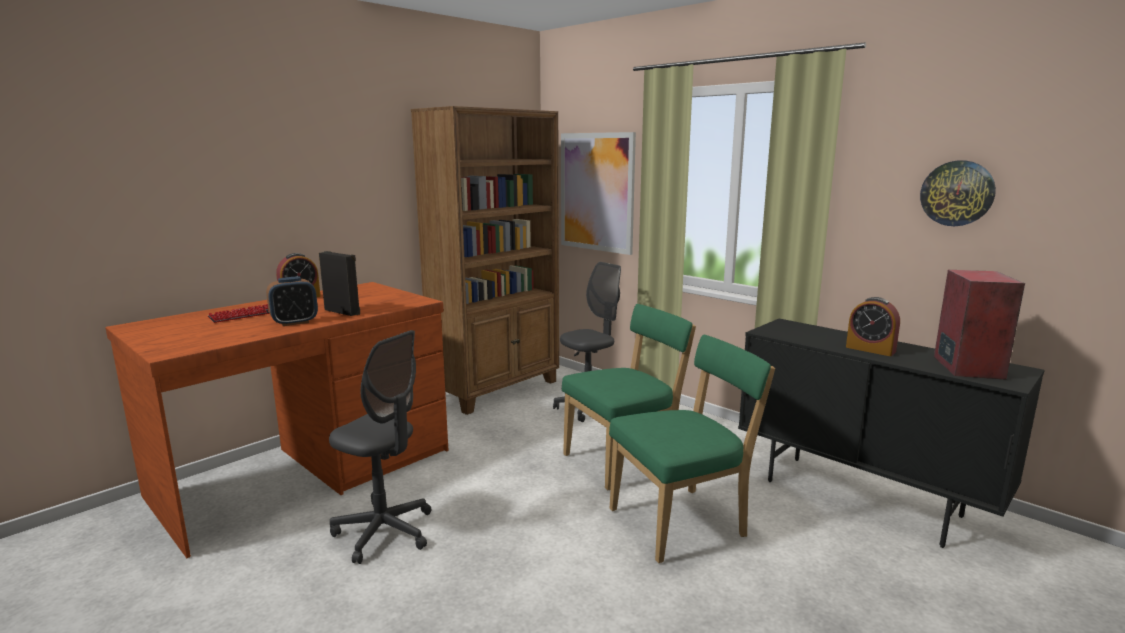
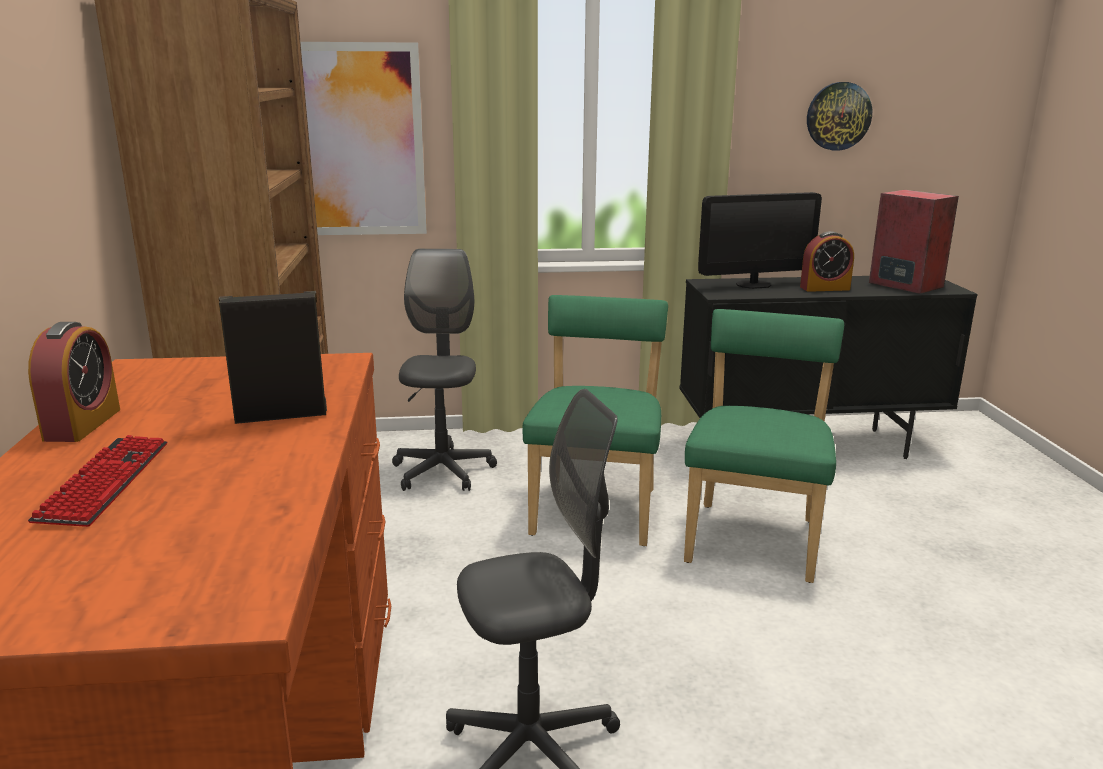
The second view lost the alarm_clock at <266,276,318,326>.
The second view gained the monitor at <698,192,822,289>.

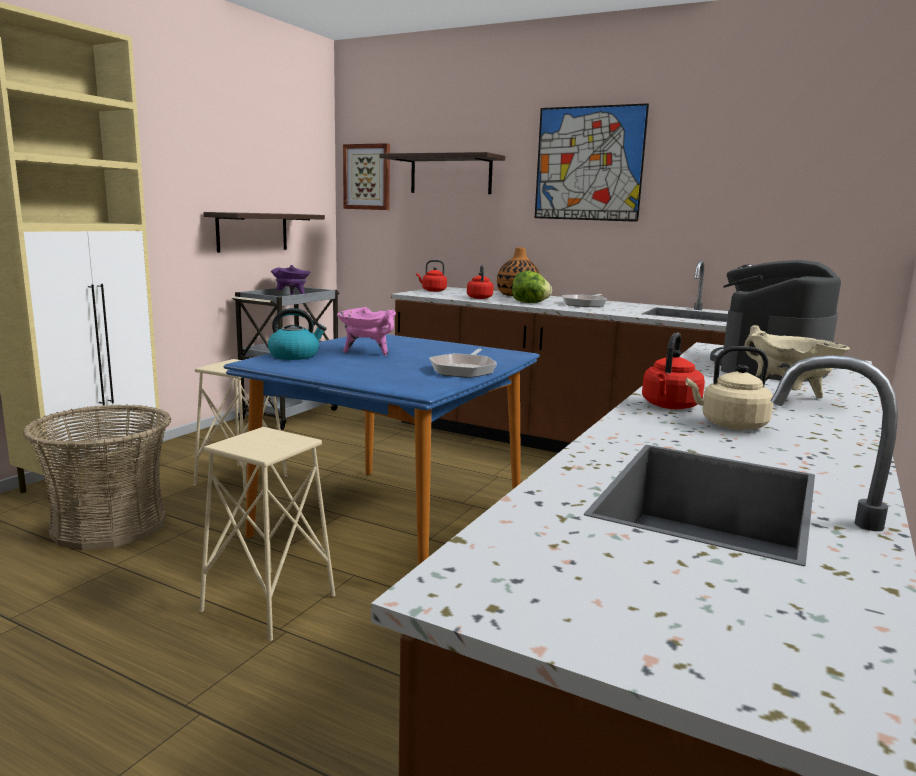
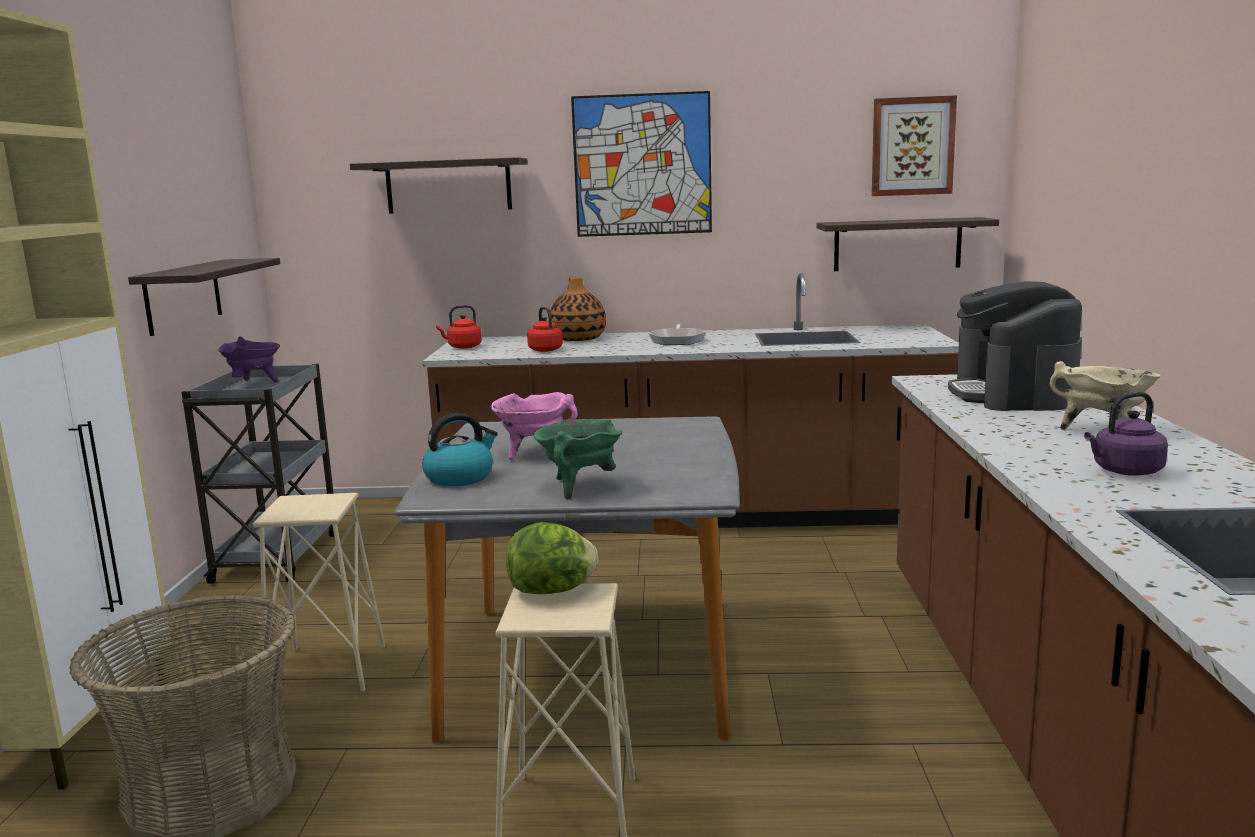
The second view lost the frying_pan at <429,348,497,378>.
The second view lost the red_kettle at <642,332,705,409>.
The second view gained the green_cooking_pot at <534,419,622,500>.
The second view gained the shelf at <816,217,999,271>.
The picture ended up elsewhere, having gone from <343,143,390,210> to <872,95,957,196>.
The lettuce ended up elsewhere, having gone from <512,271,552,303> to <506,522,598,595>.
What was the blue_dining_table at <223,334,540,565> turned into the grey_dining_table at <394,416,740,743>.
What was the beige_kettle at <686,346,773,430> turned into the purple_kettle at <1084,392,1168,476>.

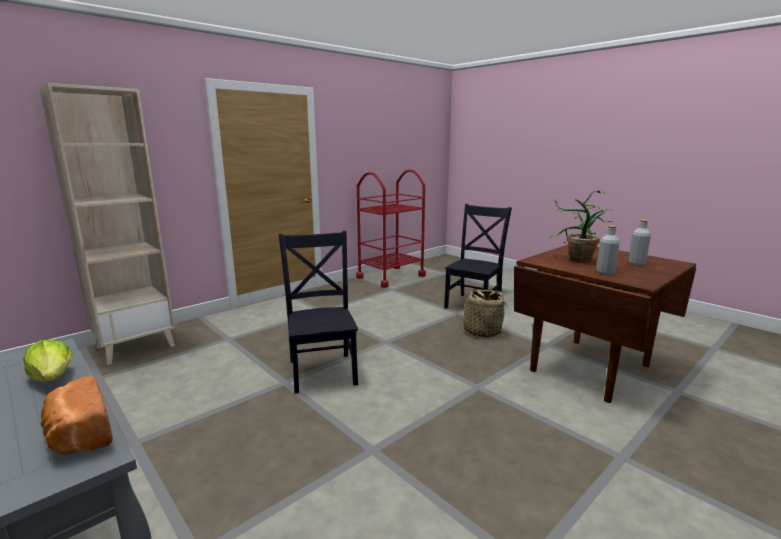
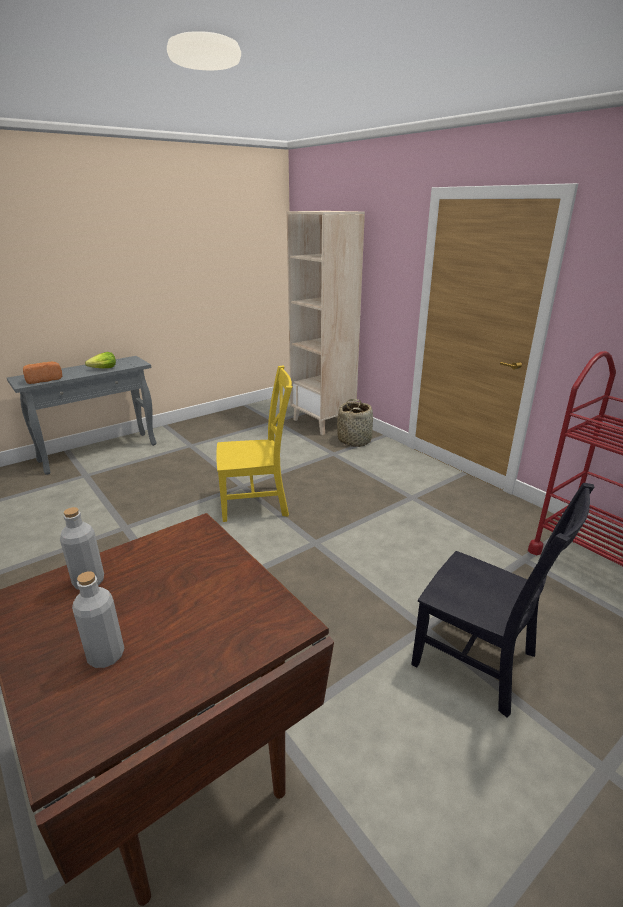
The second view lost the potted_plant at <549,191,613,263>.
The basket ended up elsewhere, having gone from <456,289,507,337> to <337,399,373,447>.
What was the black_chair at <279,231,358,394> turned into the yellow_chair at <216,366,293,522>.

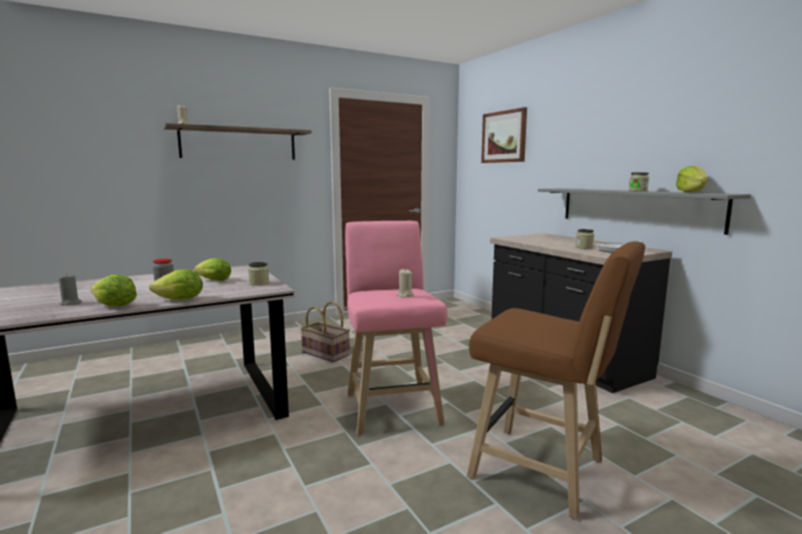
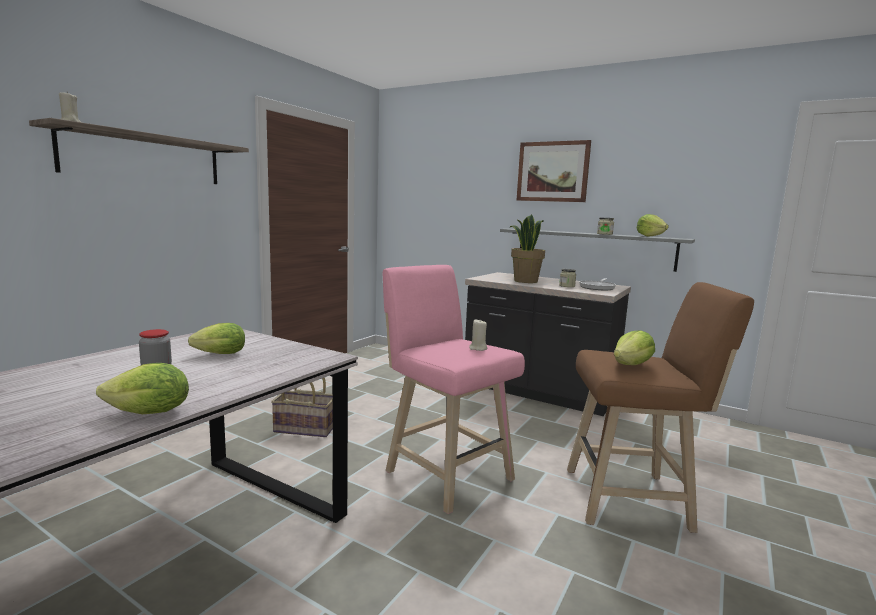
The second view lost the grey_candle at <59,275,81,306>.
The second view lost the jar at <248,262,269,286>.
The second view gained the potted_plant at <509,214,545,283>.
The lettuce ended up elsewhere, having gone from <149,269,203,300> to <614,330,655,365>.
The picture ended up elsewhere, having gone from <481,107,527,163> to <517,140,591,202>.

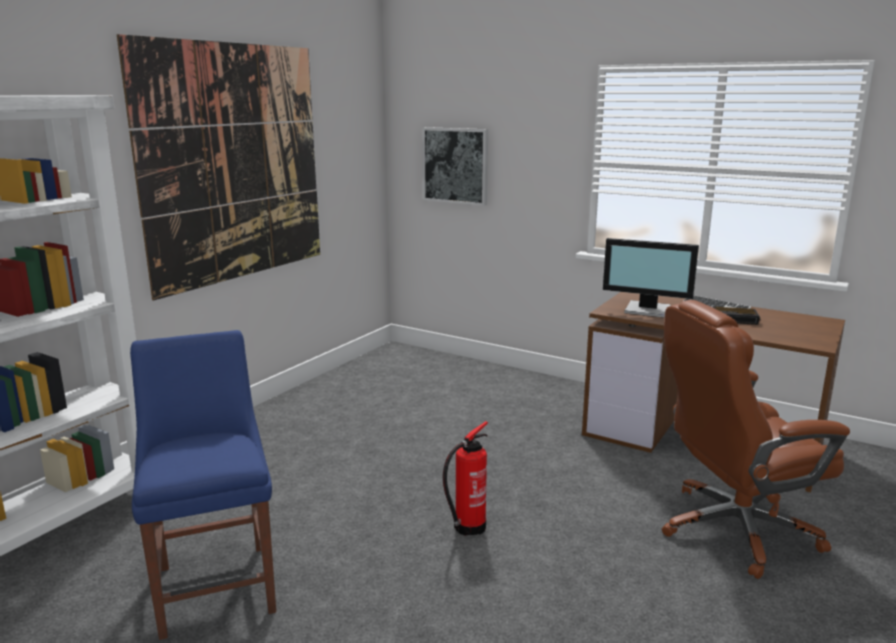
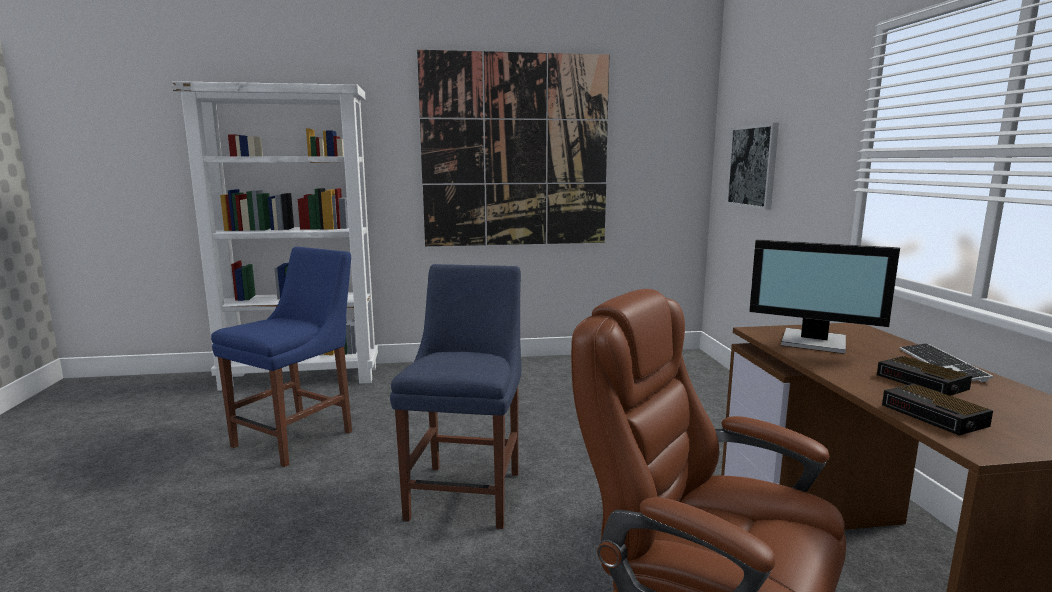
The second view gained the alarm_clock at <882,384,993,435>.
Where the fire_extinguisher stood at <443,421,488,536>, the blue_chair came to stand at <390,264,521,529>.
The monitor at <603,238,699,318> ended up facing another way, 45 degrees counterclockwise from before.

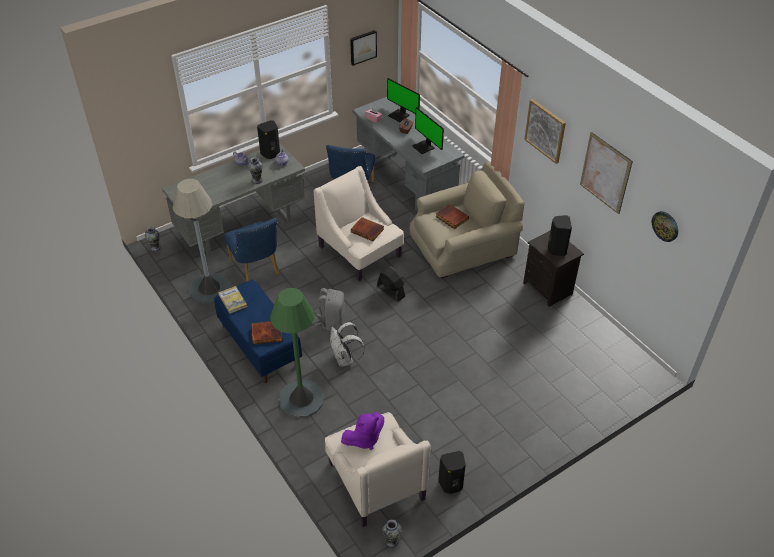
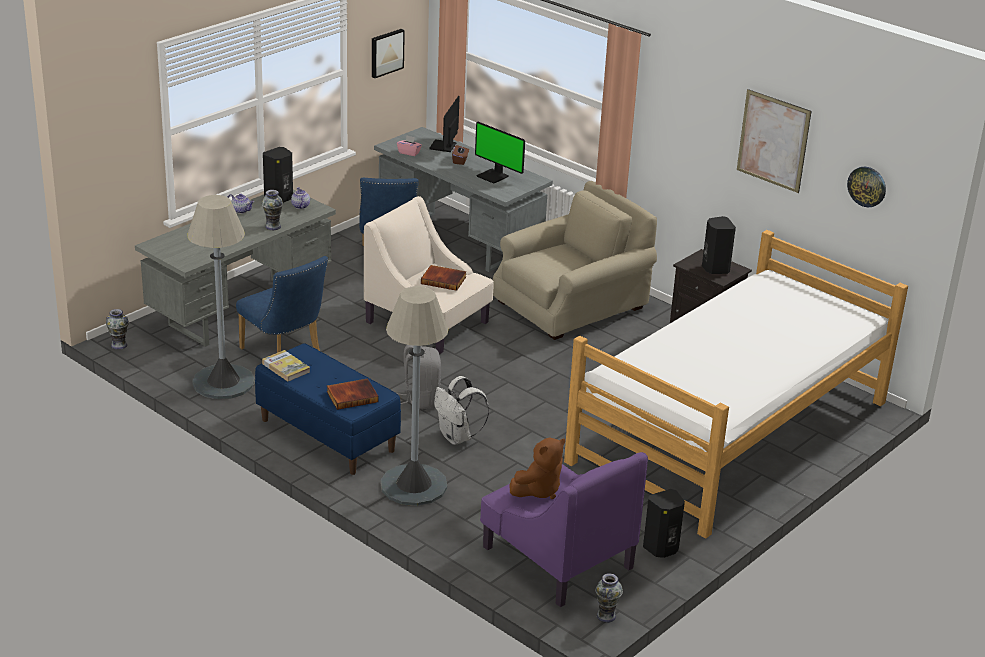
The second view lost the black_fan at <377,266,405,302>.
The second view lost the book at <436,204,469,229>.
The second view lost the picture at <524,99,566,164>.
The second view gained the bed at <564,230,908,538>.
What was the green_floor_lamp at <270,288,324,418> turned into the grey_floor_lamp at <381,286,448,506>.
What was the beige_armchair at <325,412,431,527> turned into the purple_armchair at <480,452,648,607>.
What was the purple_plush_toy at <341,412,384,450> turned into the brown_plush_toy at <510,438,565,499>.
The monitor at <387,78,420,122> ended up facing another way, 75 degrees clockwise from before.

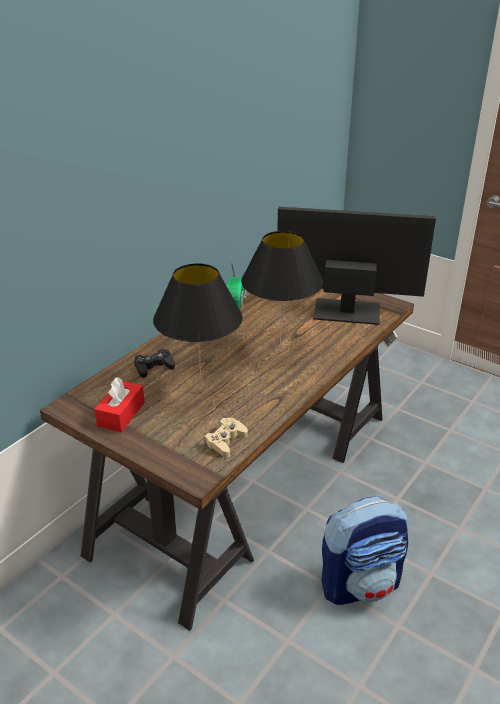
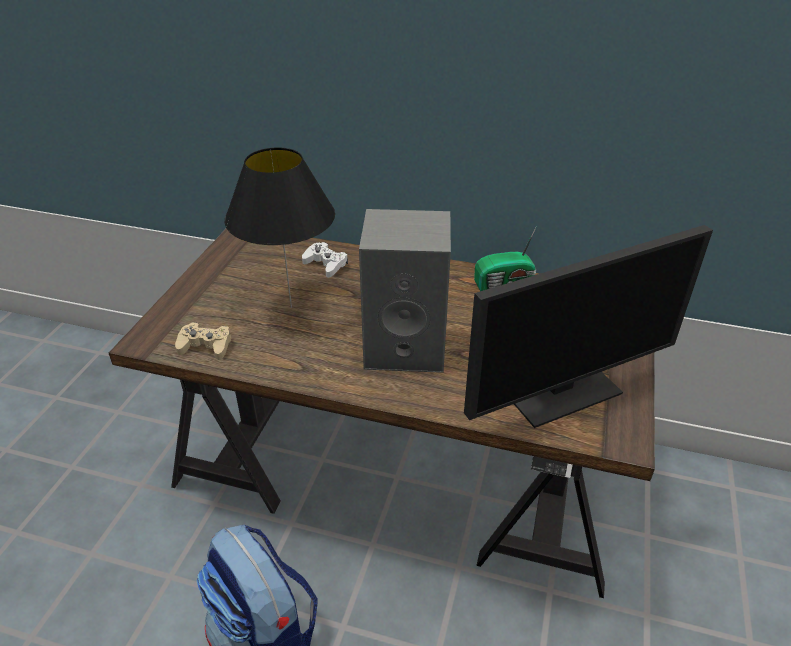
The second view lost the red_tissue_box at <94,377,145,432>.
Where the black_table_lamp stood at <241,231,323,352>, the grey_speaker came to stand at <359,209,451,373>.
What was the black_game_controller at <134,348,175,378> turned into the white_game_controller at <302,242,348,278>.
The monitor at <277,207,436,325> ended up facing another way, 75 degrees clockwise from before.

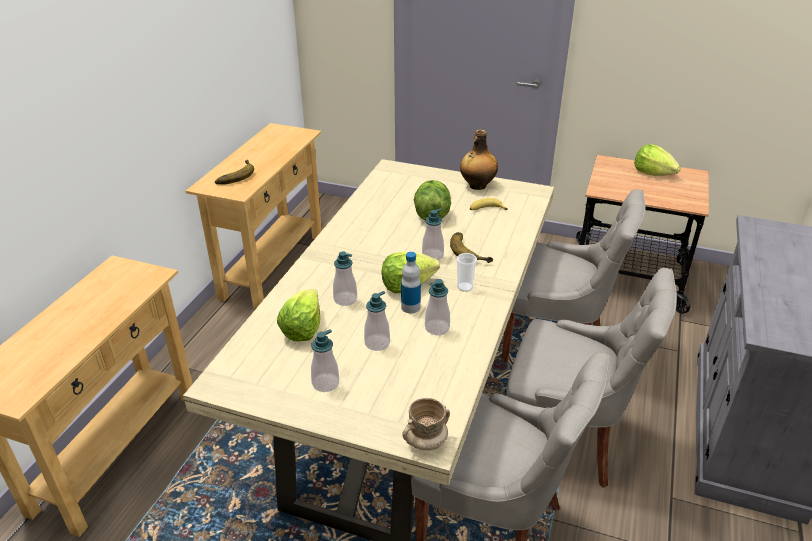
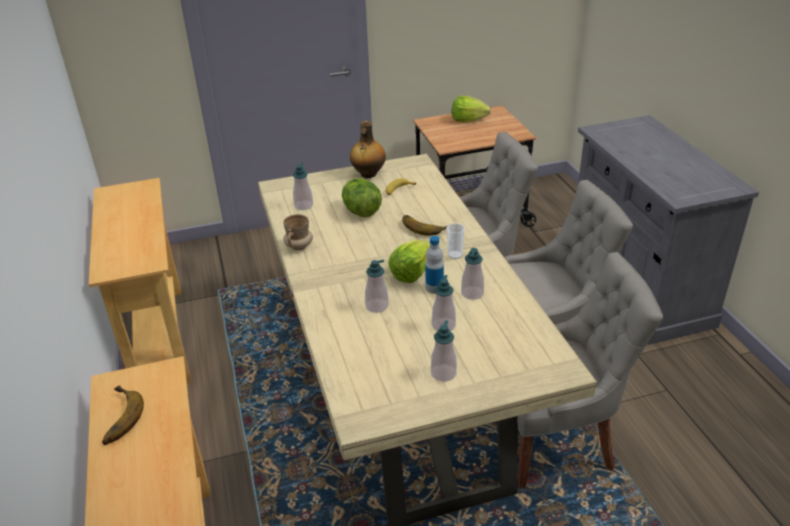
The second view lost the lettuce at <277,289,321,341>.
The banana ended up elsewhere, having gone from <215,160,254,185> to <102,385,144,445>.
The beige_mug ended up elsewhere, having gone from <403,398,450,451> to <283,214,313,250>.
The soap_dispenser ended up elsewhere, having gone from <422,209,444,260> to <293,163,313,210>.

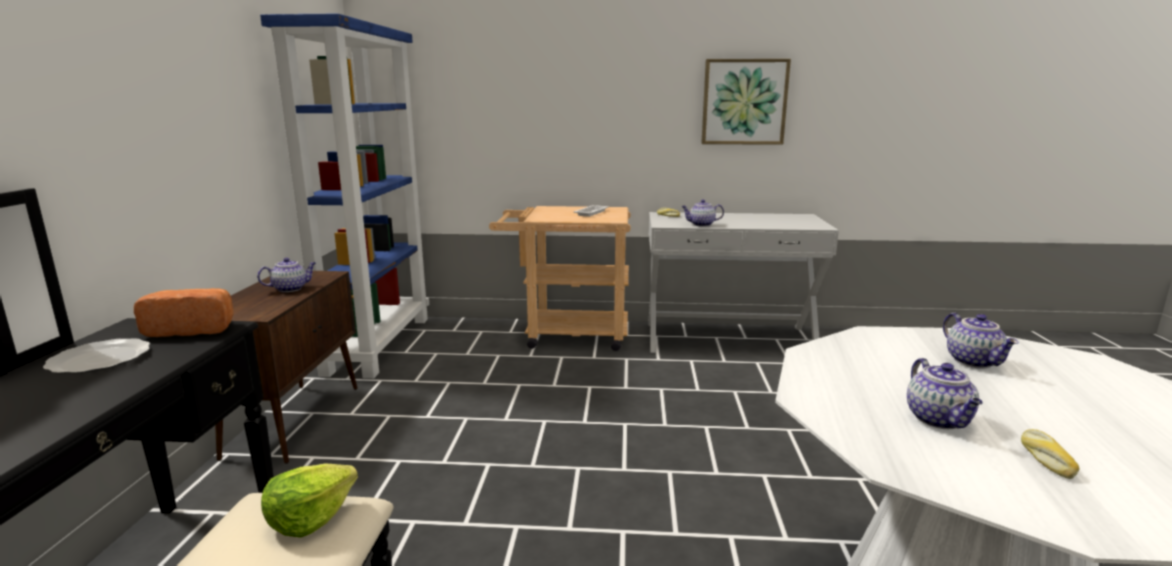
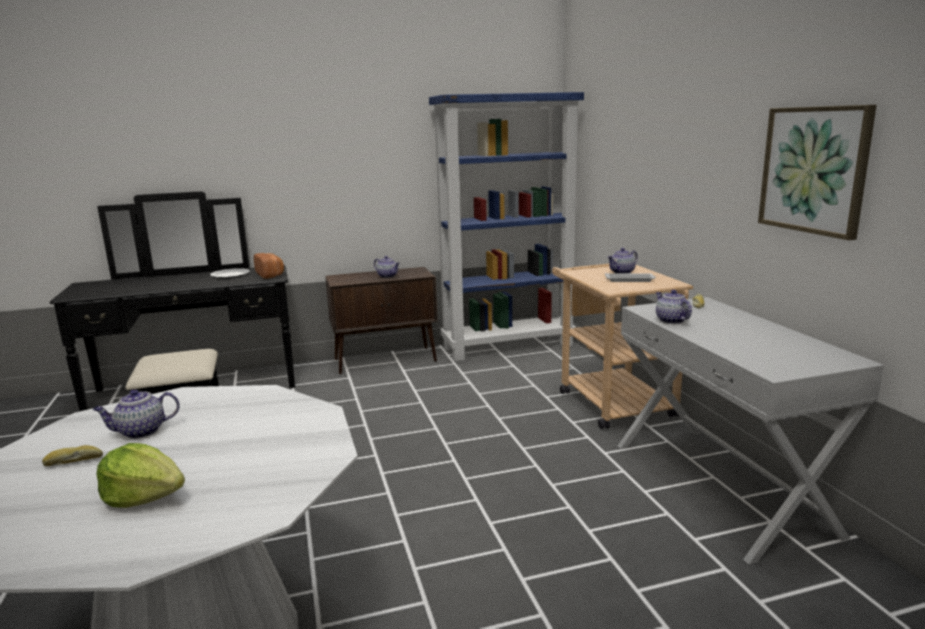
The lettuce ended up elsewhere, having gone from <261,463,358,538> to <96,443,185,508>.
The teapot ended up elsewhere, having gone from <943,313,1019,369> to <607,248,638,273>.

